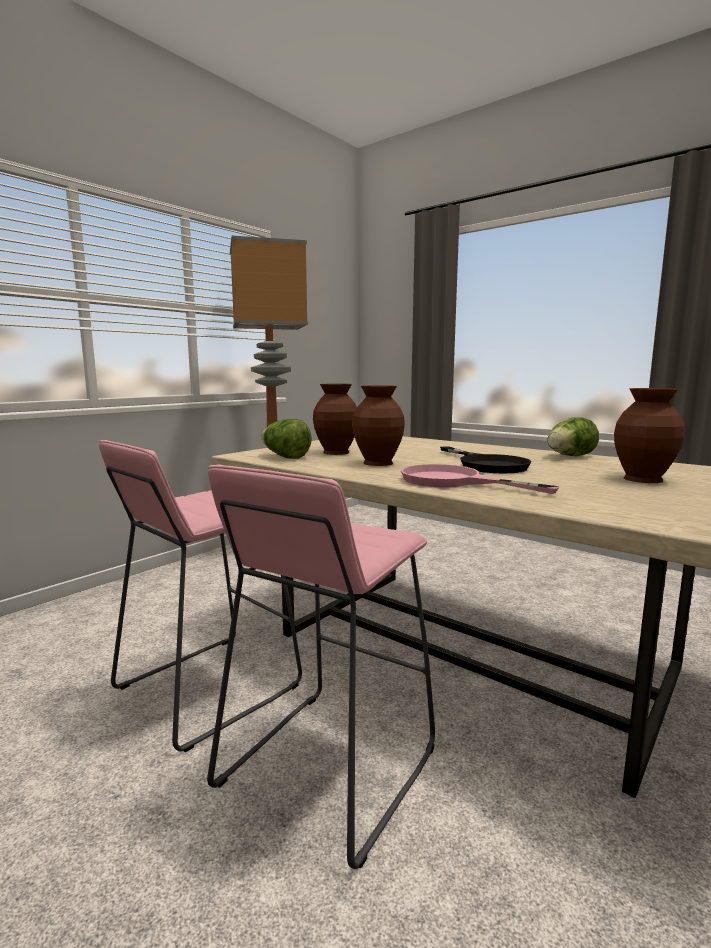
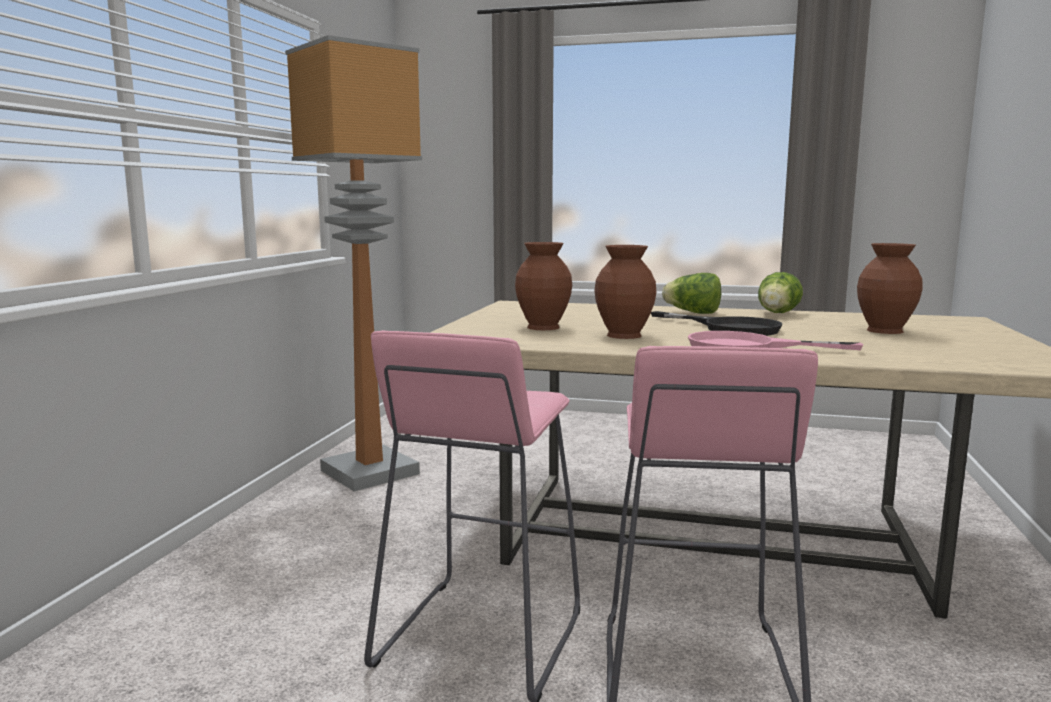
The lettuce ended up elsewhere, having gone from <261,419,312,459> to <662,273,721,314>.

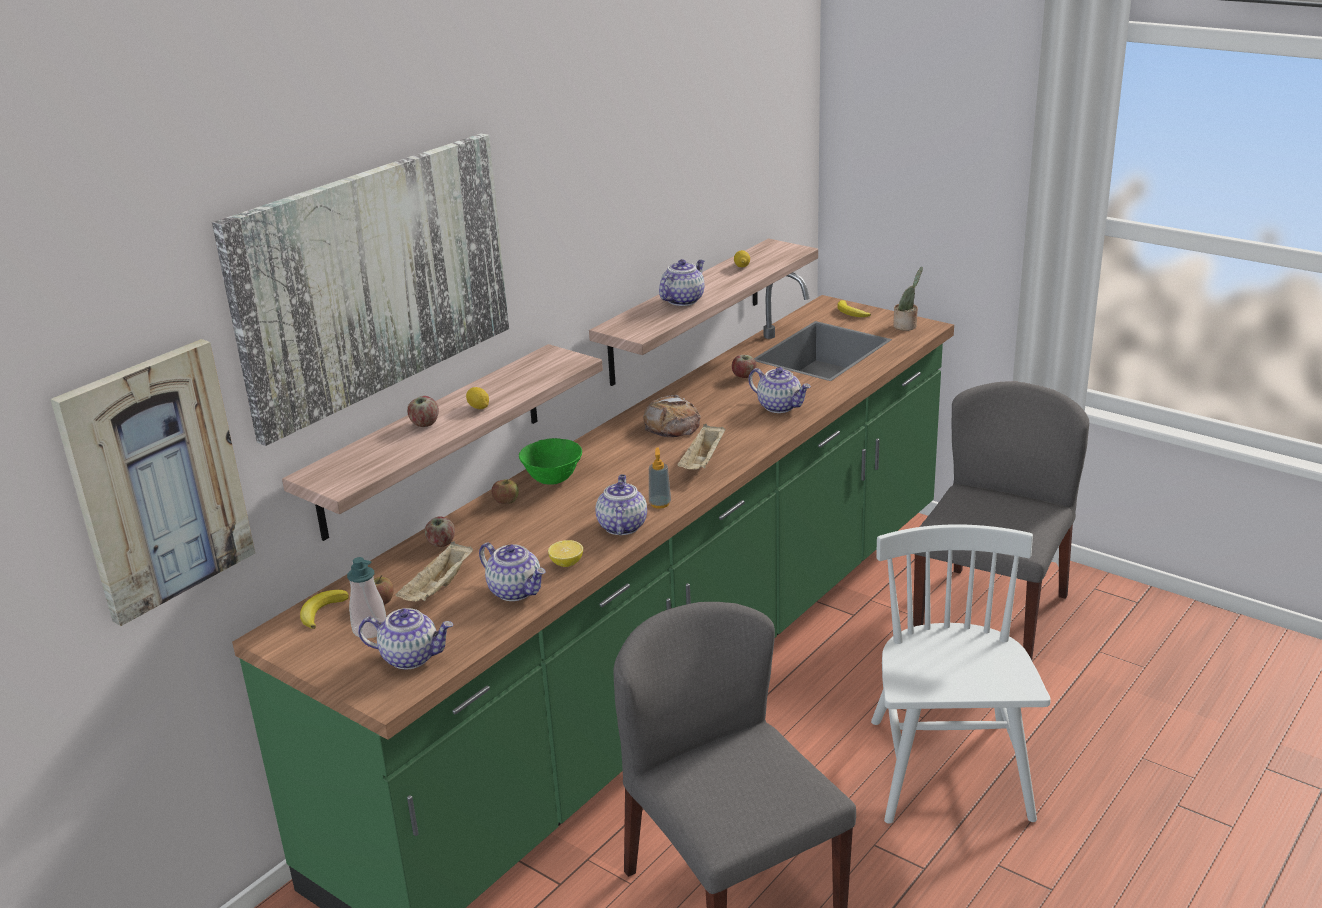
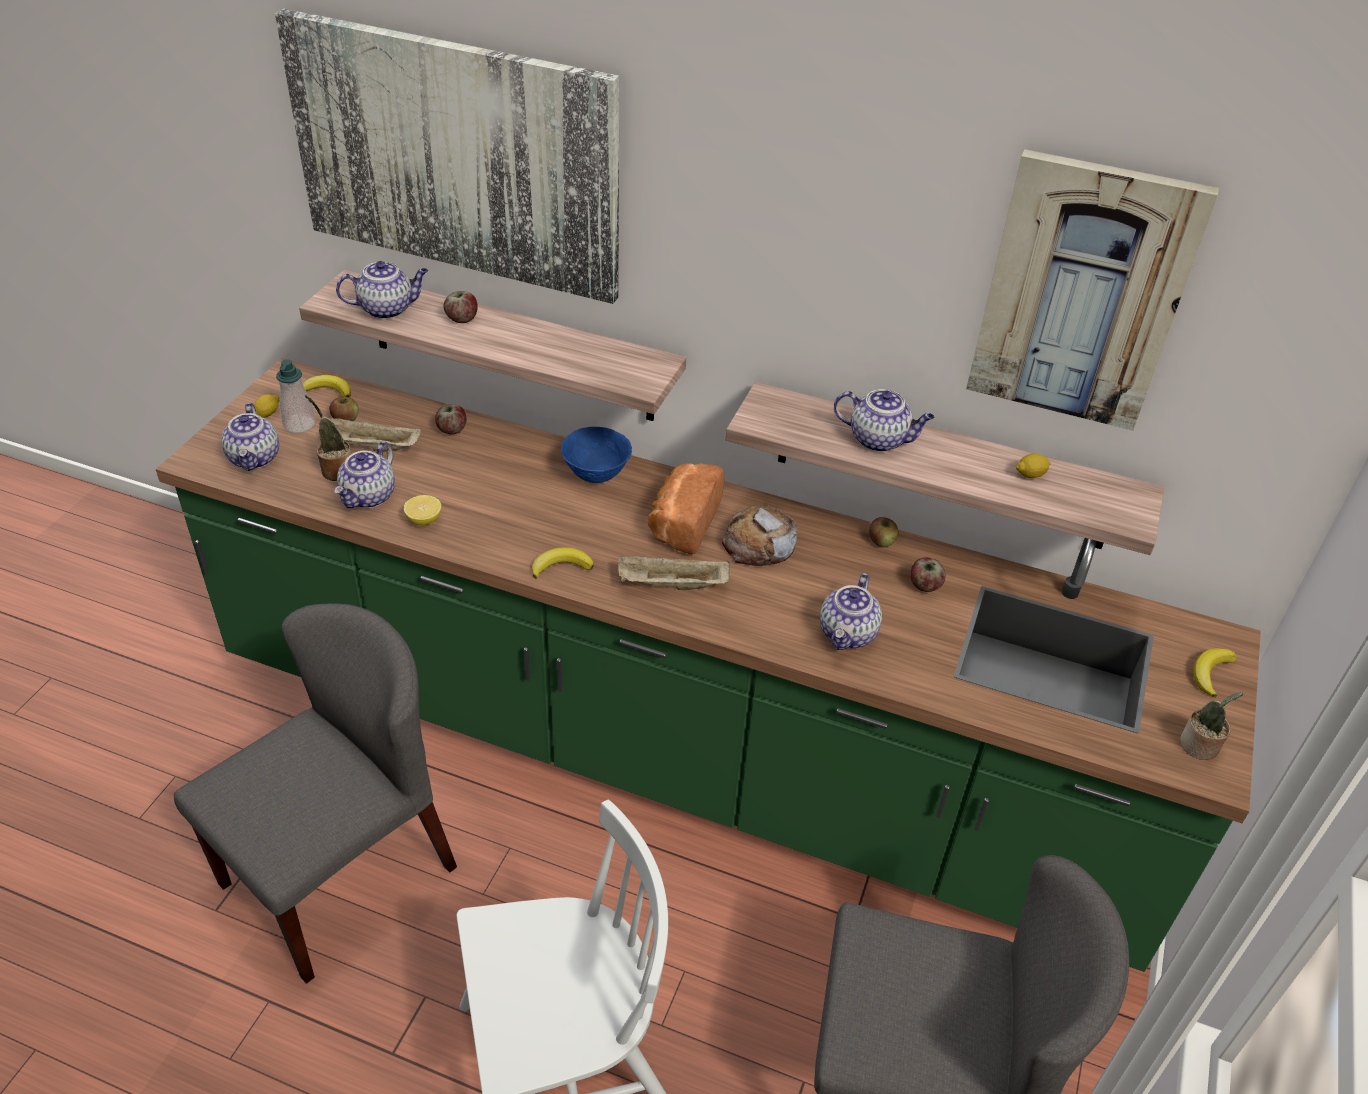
The second view gained the potted_plant at <305,395,351,481>.
The second view gained the bread at <648,463,724,555>.
The picture ended up elsewhere, having gone from <50,339,255,626> to <966,149,1219,431>.
The lemon ended up elsewhere, having gone from <466,387,489,409> to <254,394,279,418>.
The apple ended up elsewhere, having gone from <492,479,519,504> to <869,517,898,548>.
The teapot ended up elsewhere, having gone from <596,475,647,535> to <336,261,428,319>.
Where the soap_dispenser stood at <649,447,671,509>, the banana came to stand at <532,547,594,579>.
What was the green_bowl at <519,438,582,485> turned into the blue_bowl at <561,427,632,483>.

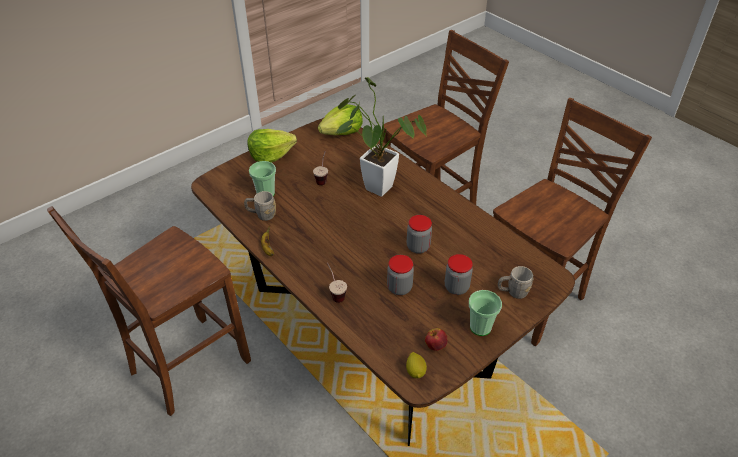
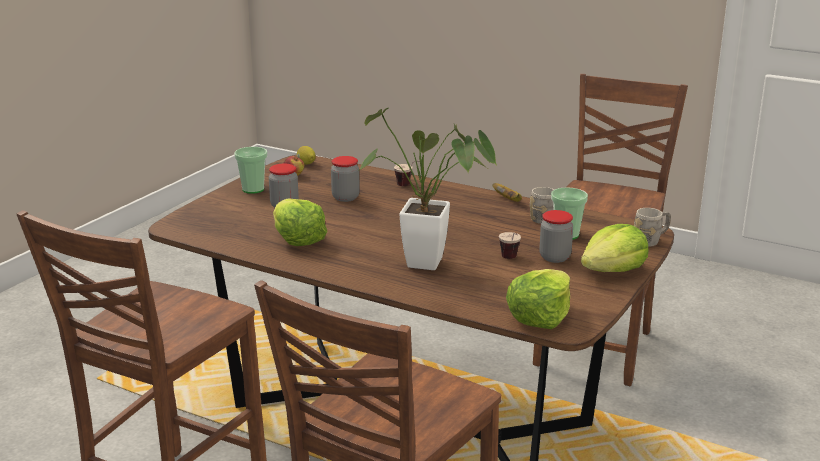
The second view gained the lettuce at <273,198,327,246>.
The jar ended up elsewhere, having gone from <407,215,432,253> to <539,210,573,263>.
The grey_mug ended up elsewhere, having gone from <498,266,534,299> to <634,208,671,247>.

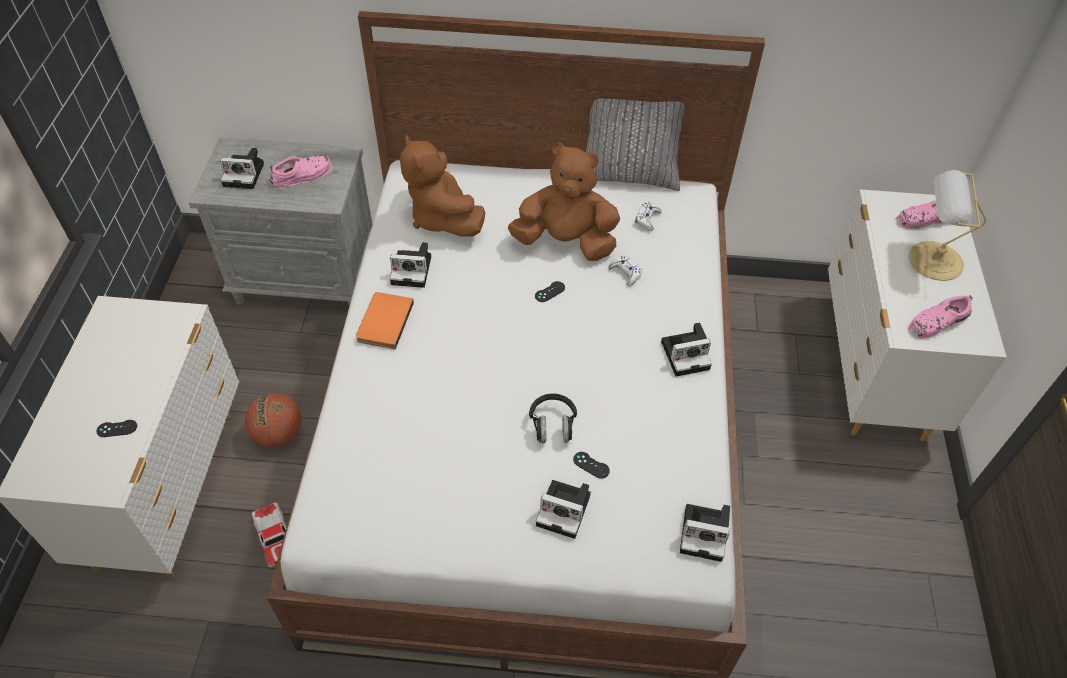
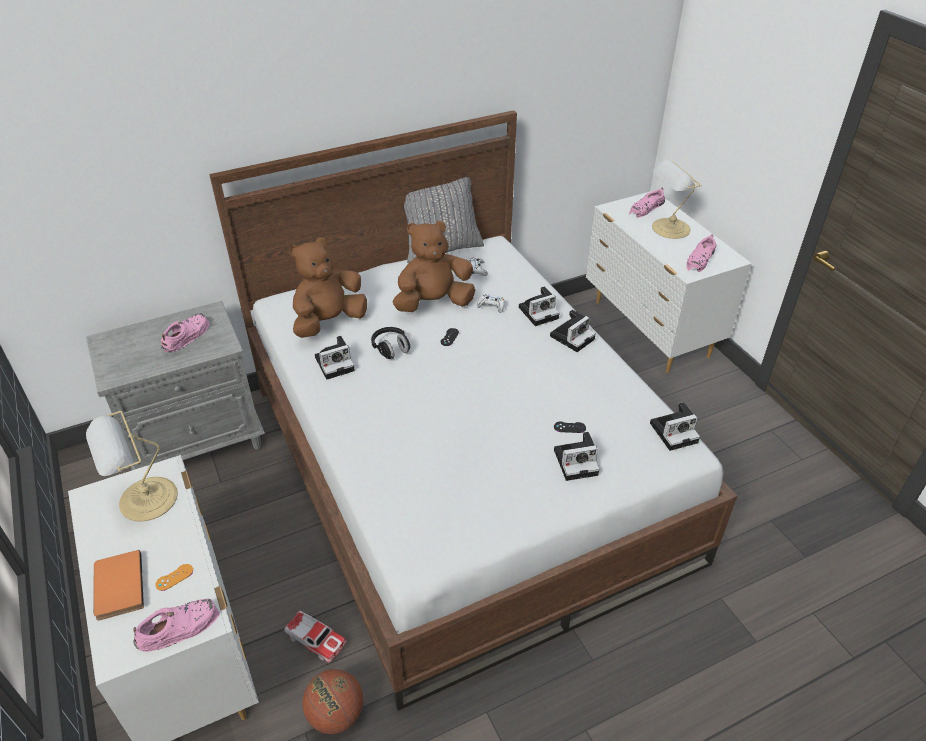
The second view gained the table_lamp at <86,411,178,522>.
The second view gained the pink_shoe at <133,599,220,652>.
The photo_camera ended up elsewhere, having gone from <220,148,264,189> to <519,286,559,326>.
The basketball ended up elsewhere, having gone from <245,393,302,448> to <303,669,363,734>.
The orange_book ended up elsewhere, having gone from <356,292,414,349> to <93,550,144,621>.
The black_headphones ended up elsewhere, having gone from <529,394,577,443> to <371,327,410,359>.
What was the black_game_controller at <96,420,137,437> turned into the orange_game_controller at <155,564,193,591>.
The brown_plush_toy at <400,135,485,237> ended up facing another way, 105 degrees clockwise from before.

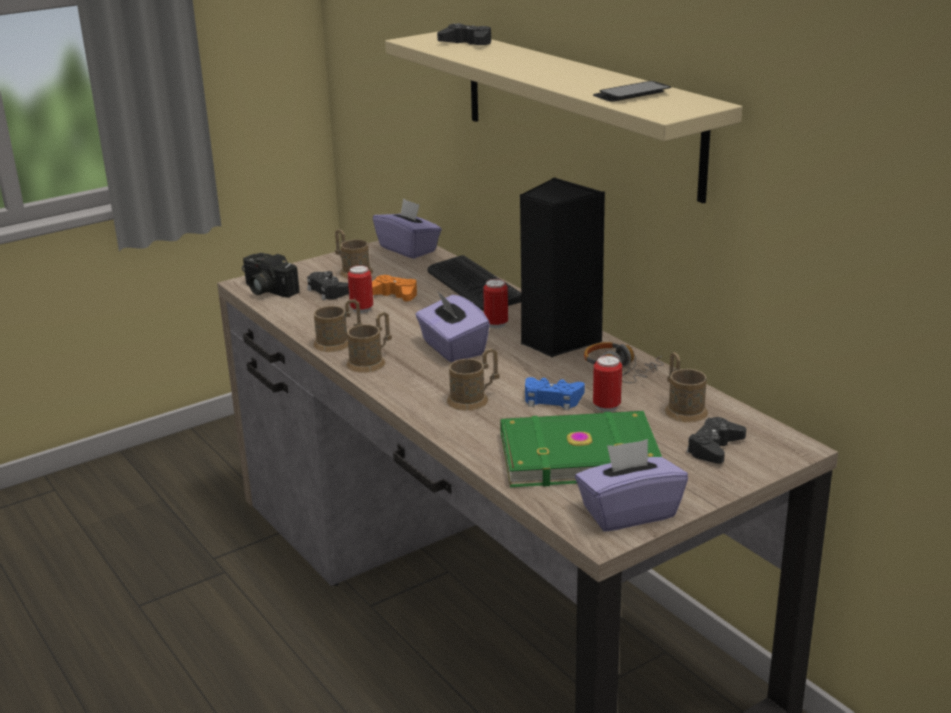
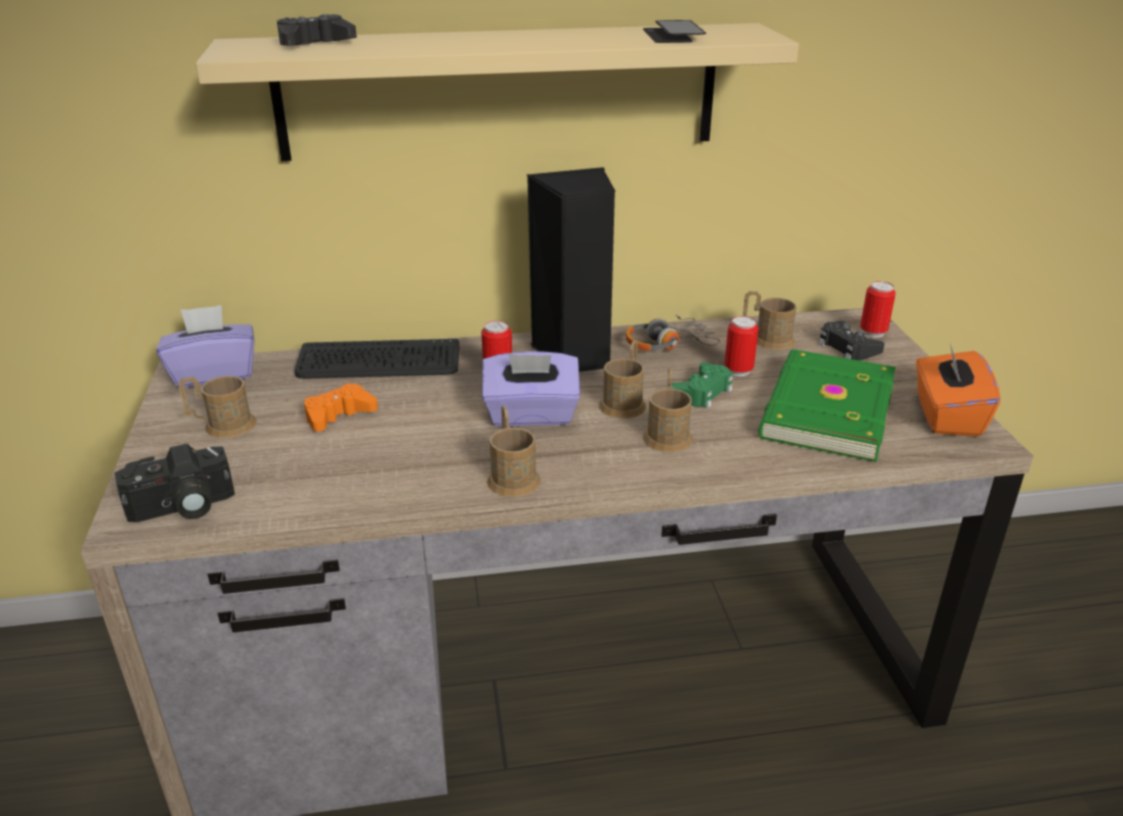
The second view lost the black_game_controller at <307,271,349,300>.
The brown_mug ended up elsewhere, having gone from <313,299,362,352> to <599,339,646,418>.
The can ended up elsewhere, having gone from <348,265,373,313> to <860,281,896,338>.
What was the blue_game_controller at <525,377,585,410> turned into the green_game_controller at <671,362,733,409>.
What was the purple_tissue_box at <575,439,688,531> turned into the orange_tissue_box at <916,344,1000,437>.

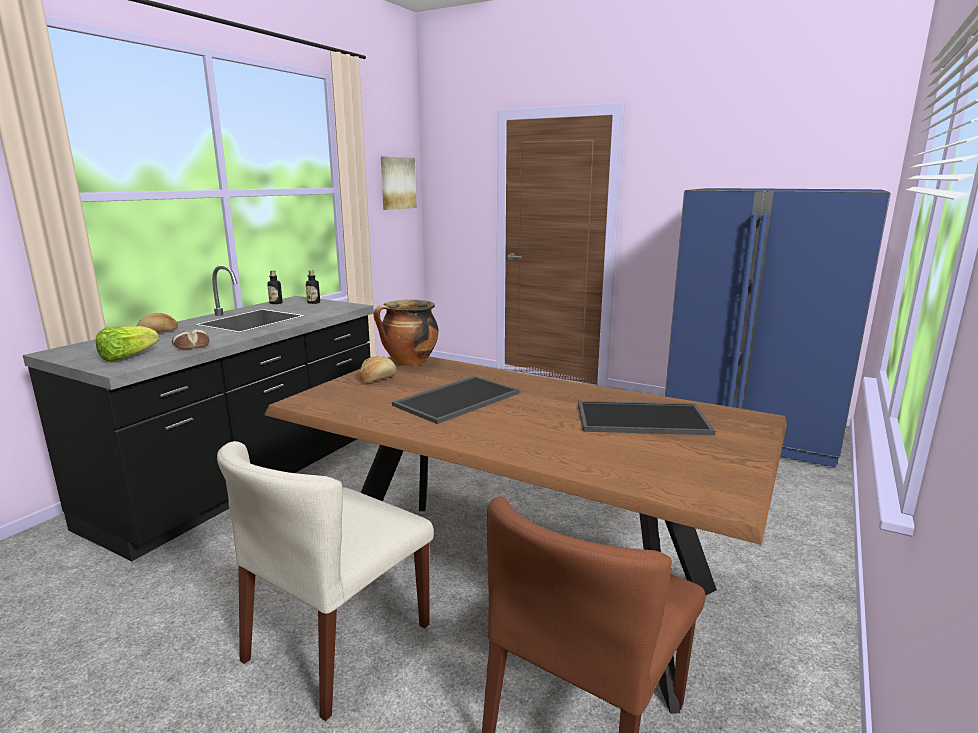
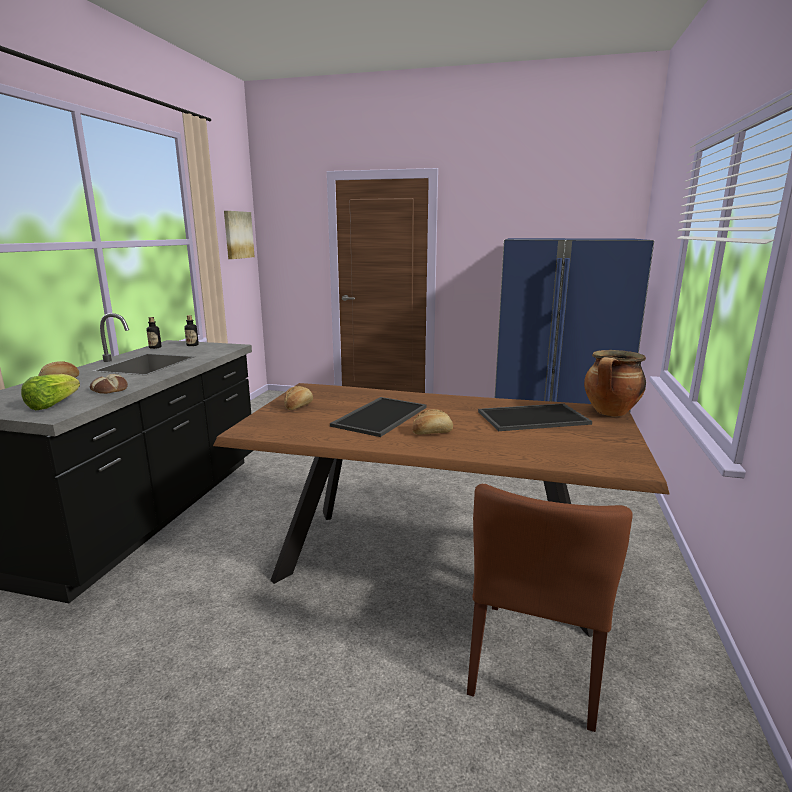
The second view lost the beige_chair at <217,441,434,721>.
The second view gained the bread at <412,409,453,435>.
The cooking_pot ended up elsewhere, having gone from <373,300,439,366> to <584,350,646,417>.

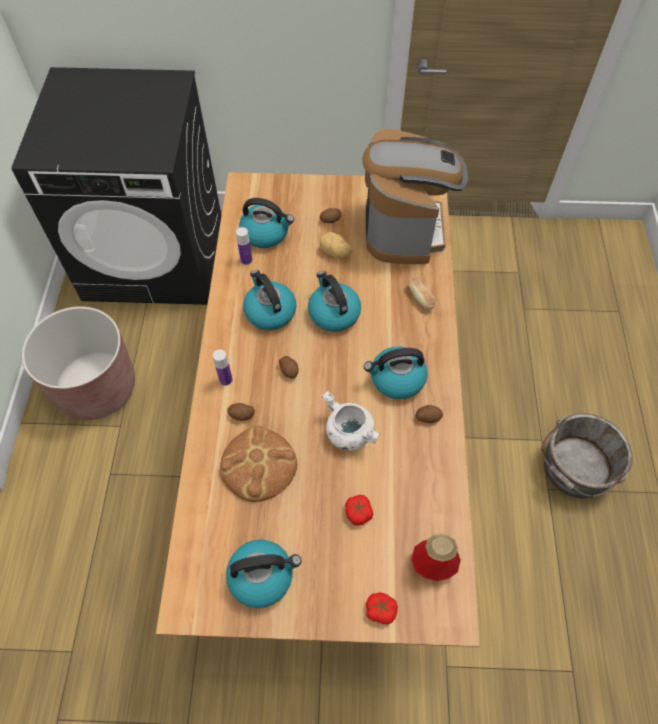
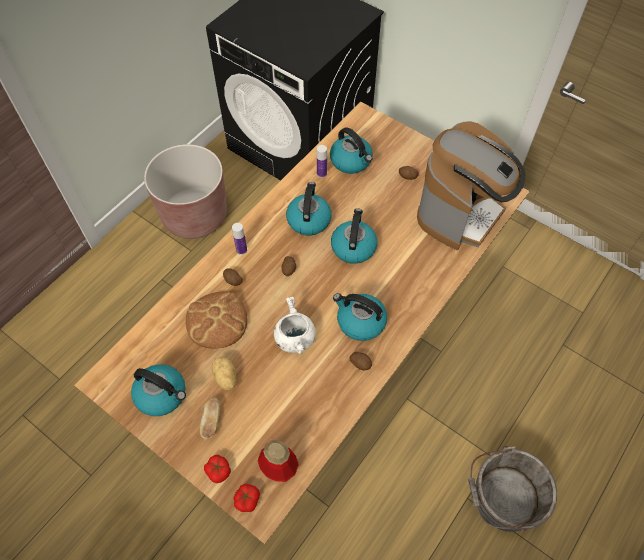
The potato ended up elsewhere, having gone from <320,232,352,258> to <212,357,236,391>.
The tomato ended up elsewhere, having gone from <345,495,373,526> to <233,484,260,512>.
The bread ended up elsewhere, having gone from <408,277,436,309> to <200,398,220,440>.

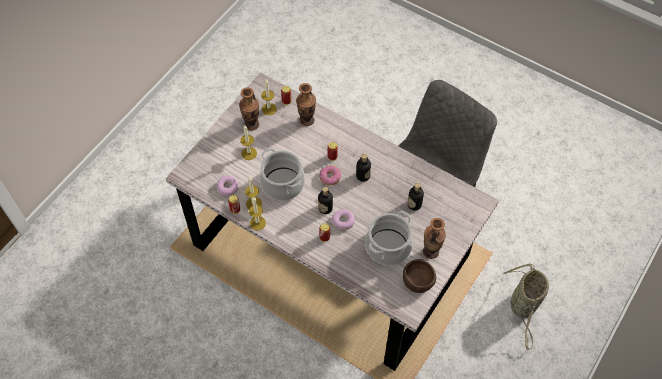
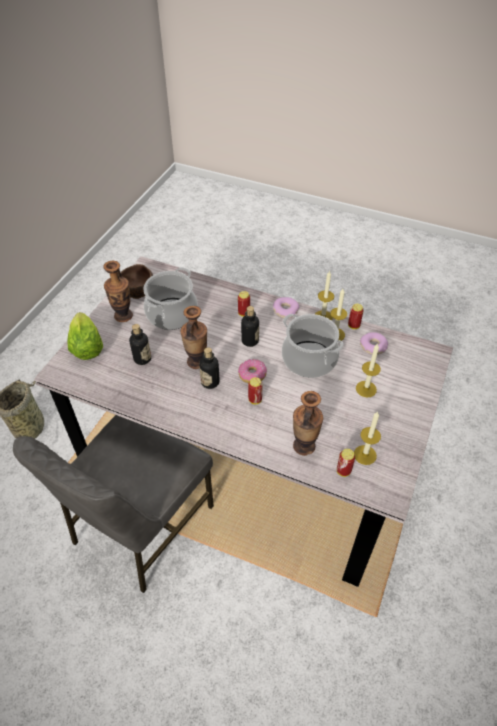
The second view gained the lettuce at <67,312,103,360>.
The vase ended up elsewhere, having gone from <239,87,259,131> to <180,306,207,369>.
The donut ended up elsewhere, having gone from <332,209,355,230> to <273,297,299,319>.

